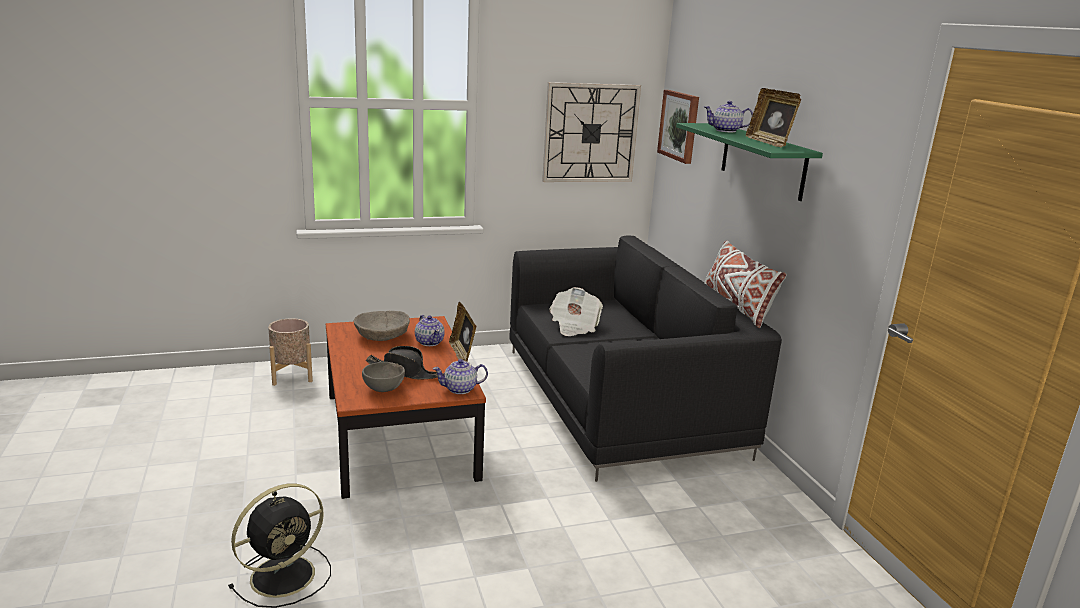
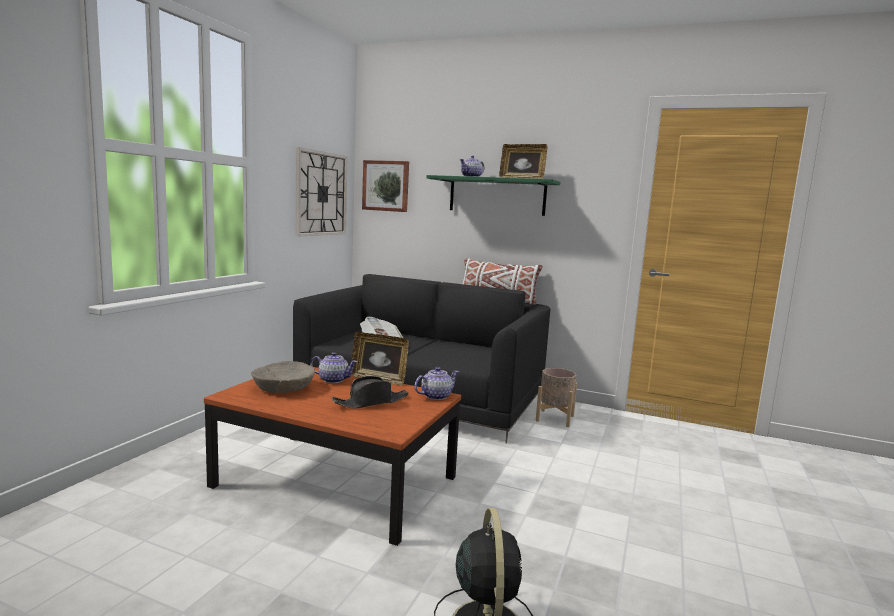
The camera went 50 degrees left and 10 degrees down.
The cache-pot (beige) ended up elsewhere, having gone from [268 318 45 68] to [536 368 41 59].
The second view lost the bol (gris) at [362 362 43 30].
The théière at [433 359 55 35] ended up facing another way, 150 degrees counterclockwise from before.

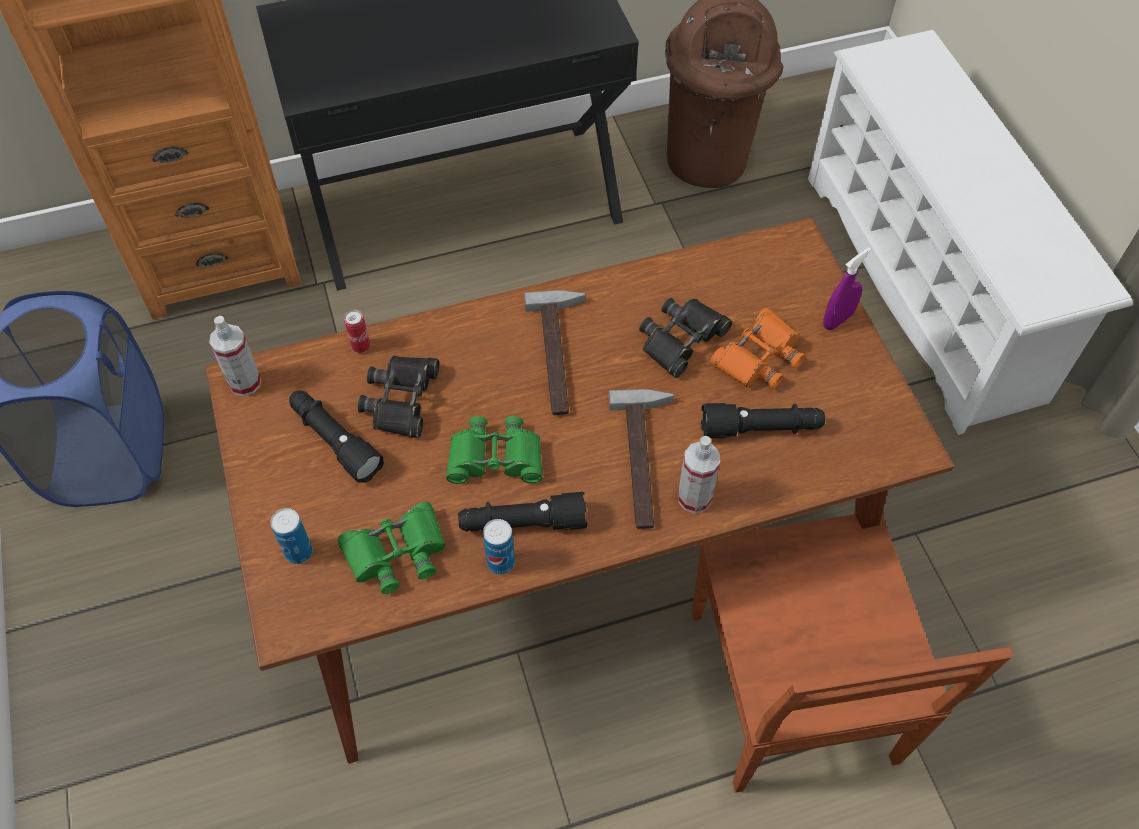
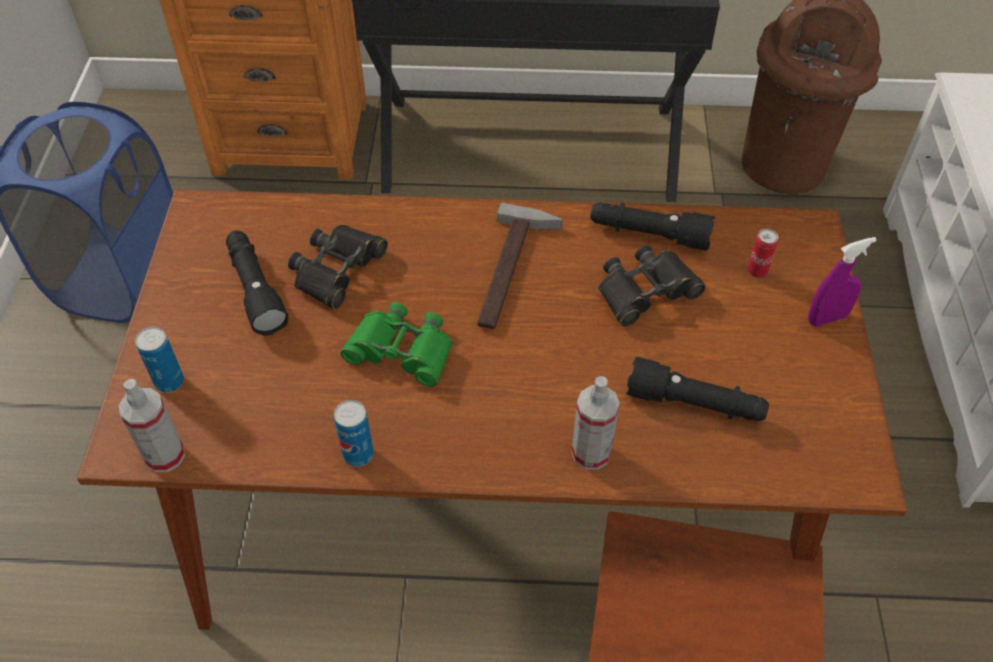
The camera went 20 degrees right and 5 degrees down.
The vaporisateur ended up elsewhere, having gone from [209 316 52 81] to [119 379 66 93].
The second view lost the jumelles (vert) at [337 502 109 92].
The boîte métallique ended up elsewhere, having gone from [344 310 26 43] to [747 229 32 49].
The lampe de poche (noir) ended up elsewhere, having gone from [458 492 129 39] to [590 202 125 49].
The second view lost the marteau at [609 389 65 140].
The second view lost the jumelles (orange) at [710 308 95 81].

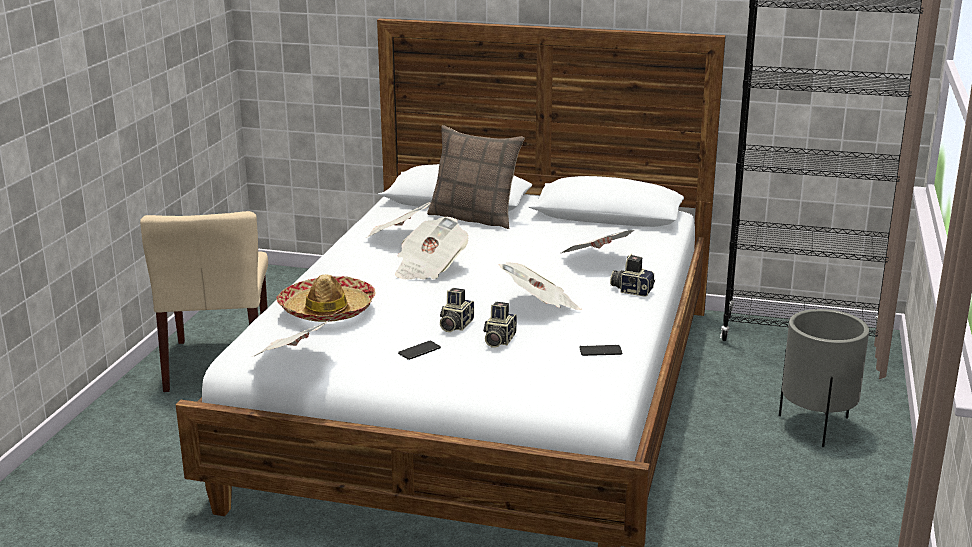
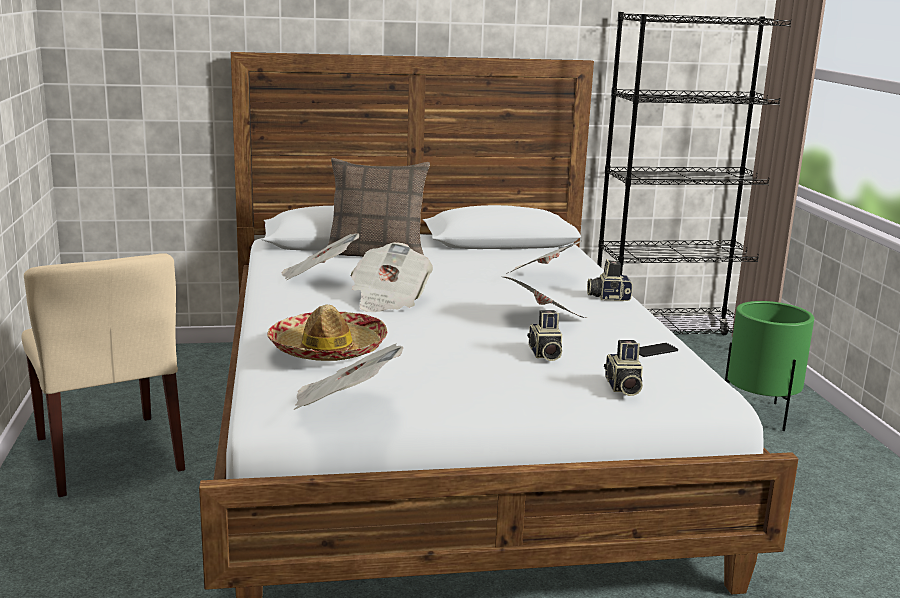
The camera went 25 degrees left and 5 degrees down.
The second view lost the téléphone at [398 341 43 19].
The appareil photo ended up elsewhere, having gone from [440 288 34 44] to [604 340 39 56].
What was the cache-pot (gris) at [779 309 90 138] turned into the cache-pot (vert) at [725 301 89 130].

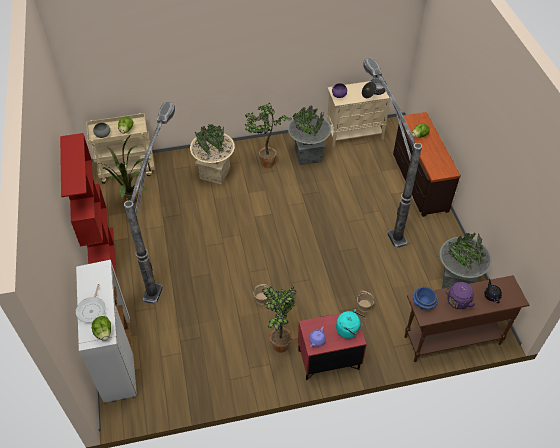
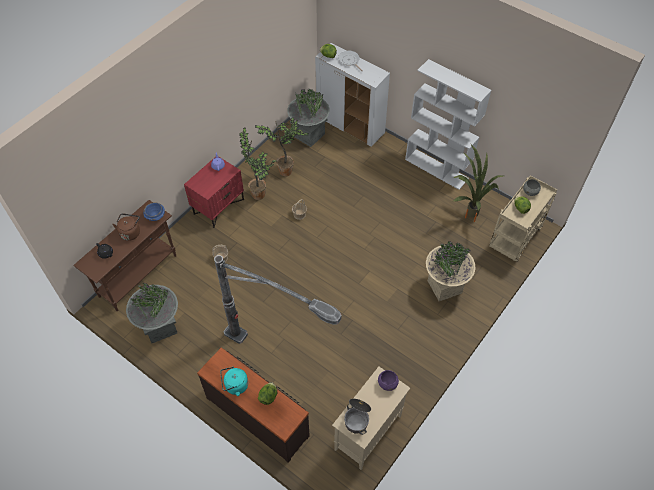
The camera went 140 degrees right and 5 degrees up.
What was the bibliothèque (rouge) at [60 133 57 144] turned into the bibliothèque (blanc) at [405 59 86 131].
The second view lost the lampadaire at [124 102 51 202].
The plante en pot ended up elsewhere, having gone from [245 103 47 65] to [255 118 55 59].
The cache-pot (gris) ended up elsewhere, having gone from [288 106 43 59] to [287 89 43 58].
The bouilloire (turquoise) ended up elsewhere, having gone from [336 309 29 30] to [220 367 28 29].
What was the bouilloire (violet) at [445 282 31 27] turned into the bouilloire (marron) at [112 213 28 28].

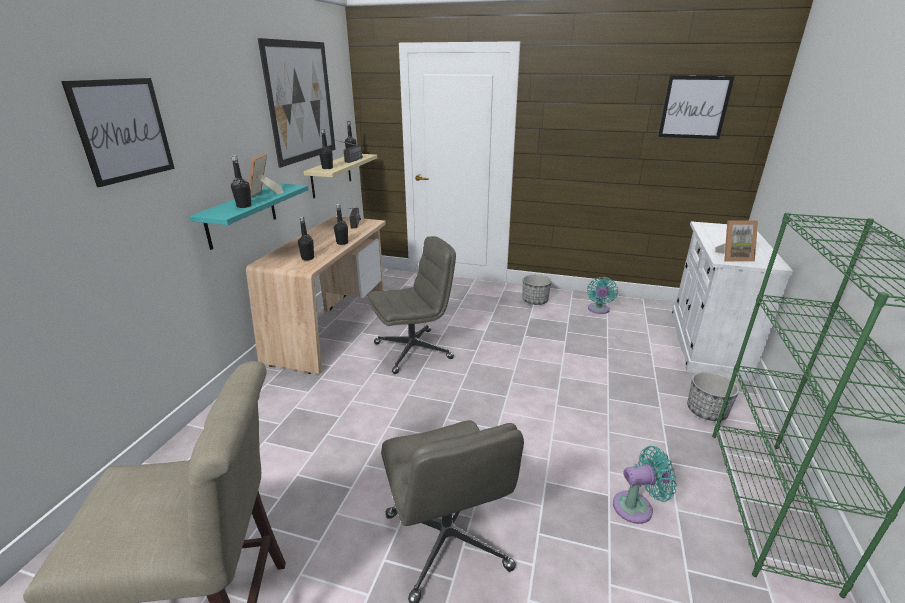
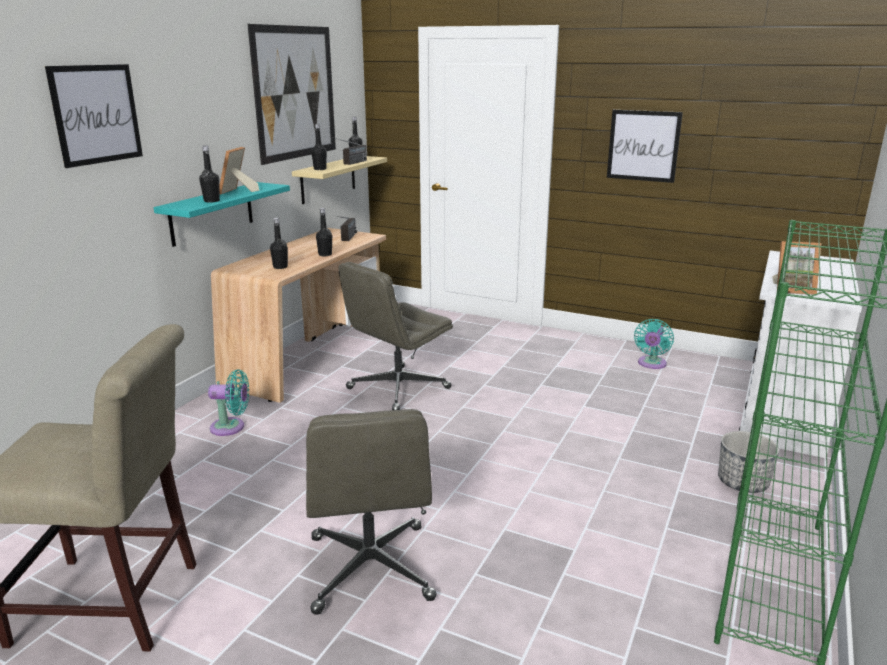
The camera went 10 degrees right and 5 degrees down.
The chaise de bureau (gris) at [368 236 88 138] ended up facing another way, 150 degrees clockwise from before.
The second view lost the cache-pot at [522 274 30 31].
The ventilateur (turquoise) ended up elsewhere, having gone from [613 446 64 78] to [208 369 41 67].
The tableau ended up elsewhere, having gone from [658 76 77 63] to [607 110 76 73].

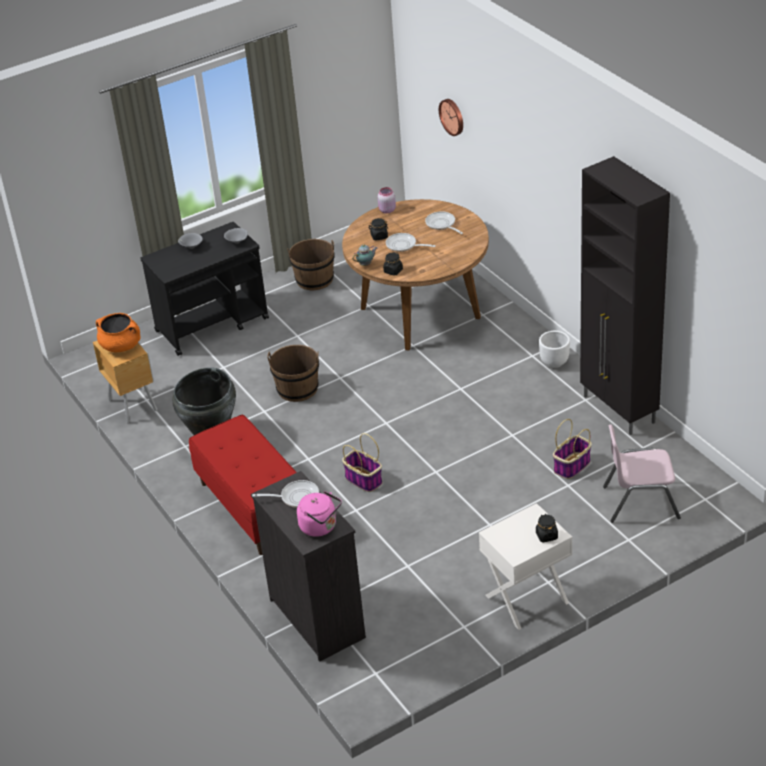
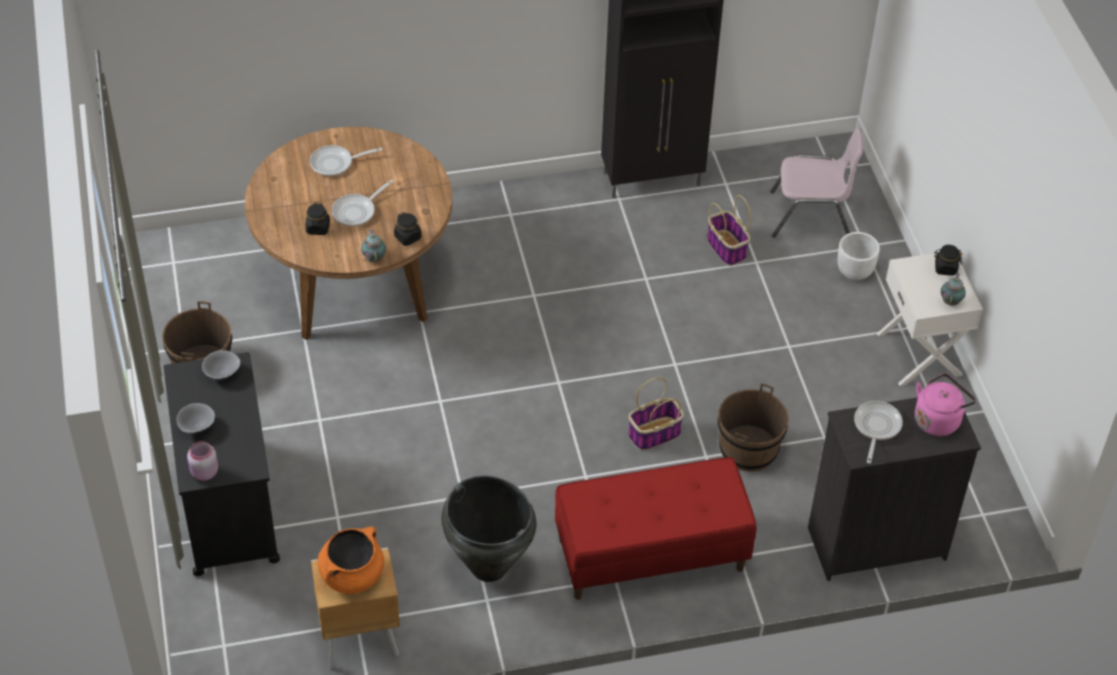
The camera went 75 degrees left and 10 degrees up.
The seau (marron) ended up elsewhere, having gone from [267 345 52 57] to [718 383 71 88].
The bocal (rose) ended up elsewhere, having gone from [378 187 18 26] to [187 441 31 40].
The second view lost the horloge murale at [439 99 24 37].
The cache-pot (blanc) ended up elsewhere, having gone from [539 331 31 37] to [837 232 43 49].
The chaise (rose) at [603 424 78 99] ended up facing another way, 105 degrees counterclockwise from before.
The second view gained the théière at [941 273 25 33].

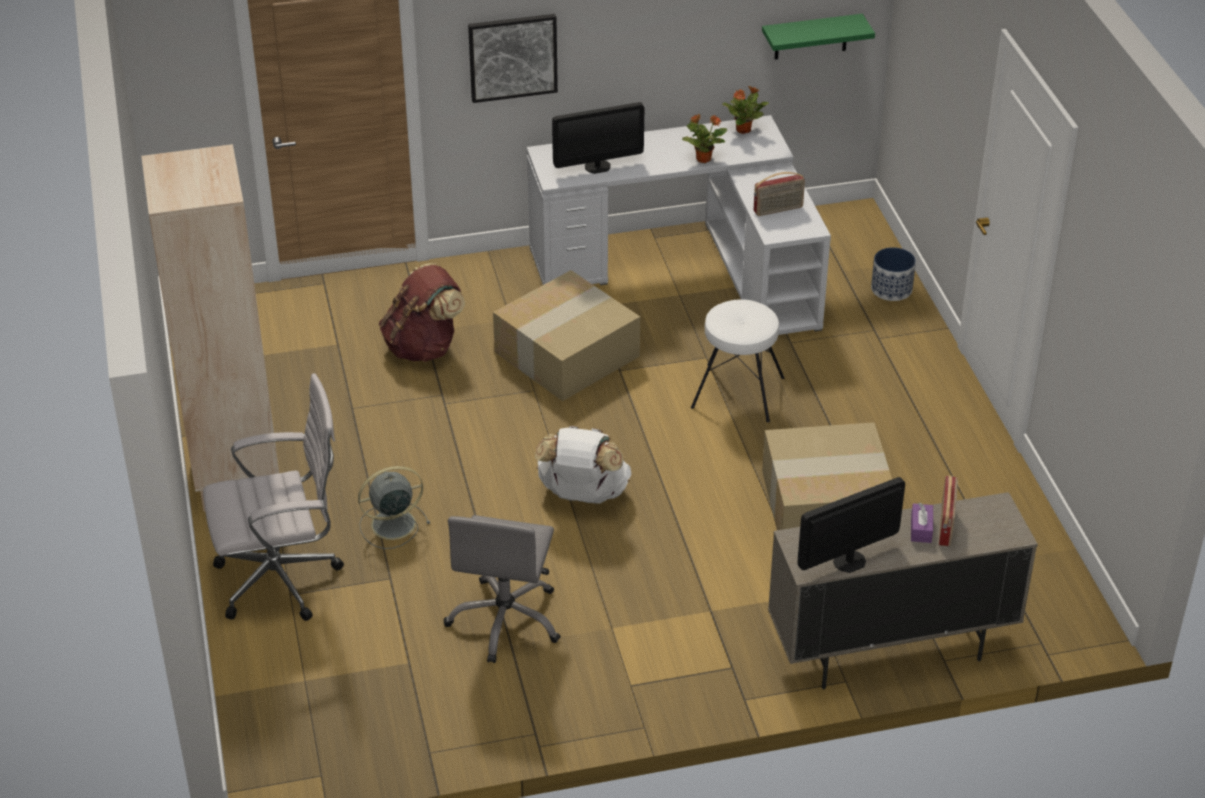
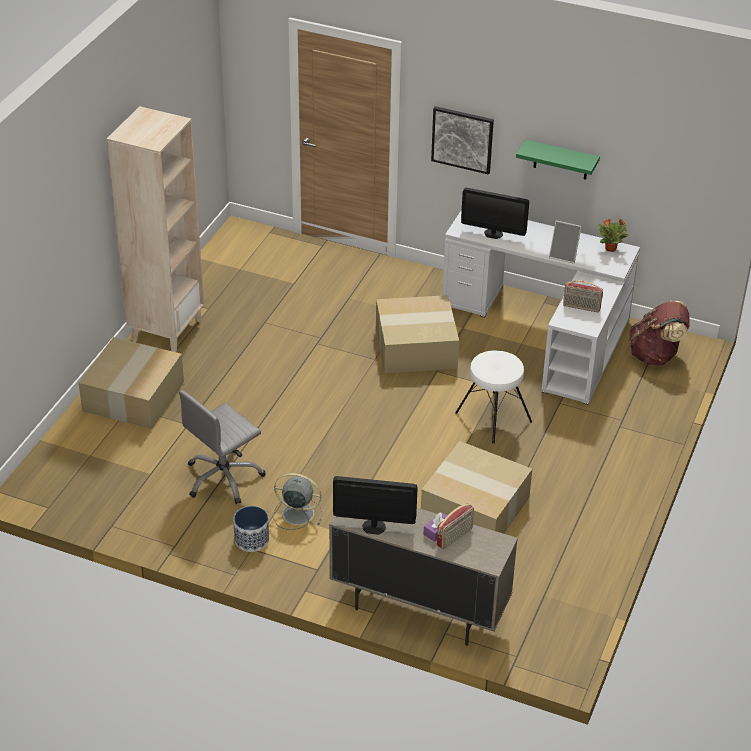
The camera went 35 degrees right and 0 degrees up.
Where the chaise de bureau (blanc) stood at [203 373 141 248], the carton came to stand at [79 337 105 92].
The ventilateur (gris) ended up elsewhere, having gone from [358 466 72 83] to [273 473 49 57].
The sac à dos (marron) ended up elsewhere, having gone from [379 263 86 99] to [629 300 61 65].
The second view lost the sac à dos (blanc) at [535 426 96 78].
Where the plante en pot stood at [682 114 45 49], the cadre photo came to stand at [549 220 33 44].
The étagère (vert) ended up elsewhere, having gone from [762 14 113 46] to [516 140 84 40].
The cache-pot ended up elsewhere, having gone from [871 247 45 54] to [233 506 36 46].

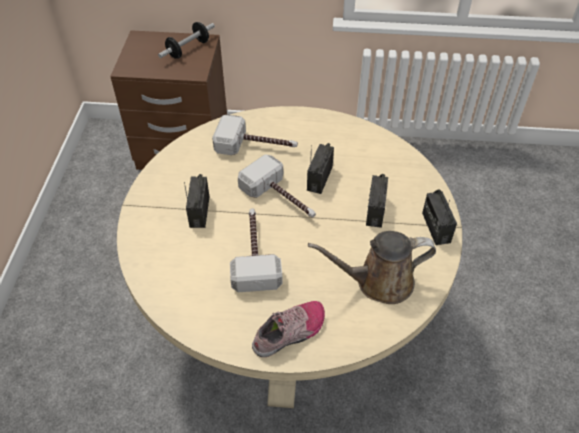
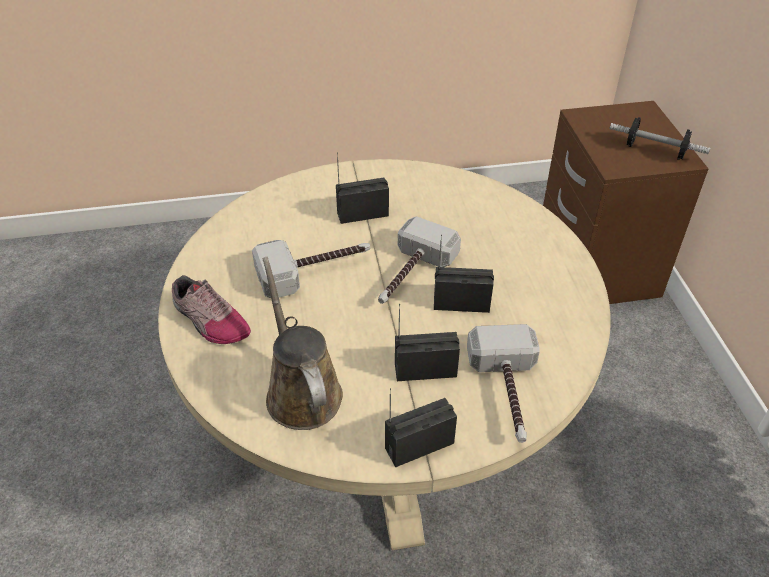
The camera went 75 degrees right and 5 degrees down.
The marteau ended up elsewhere, having gone from [212 115 86 40] to [467 324 73 119].

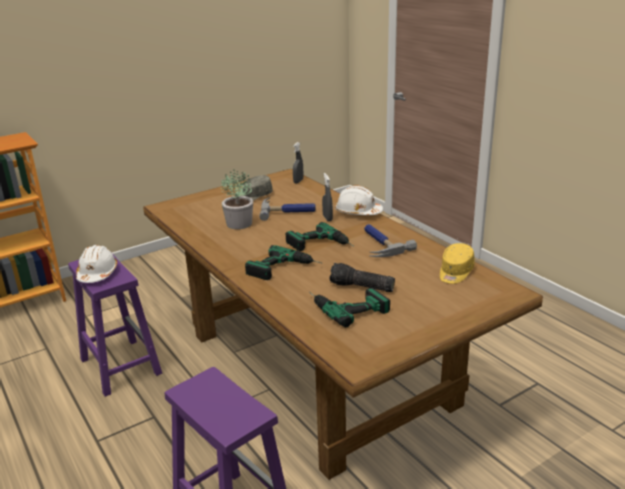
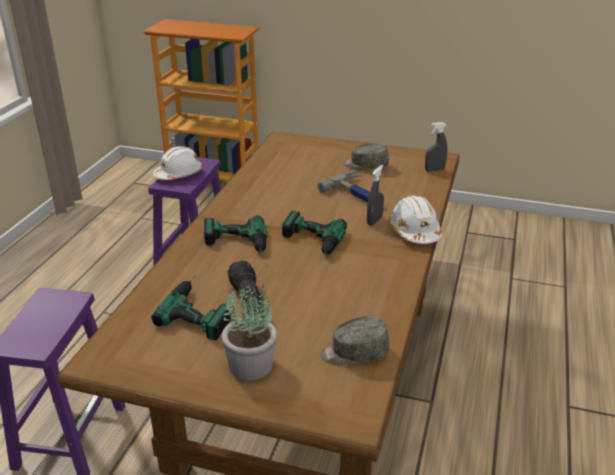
The camera went 50 degrees right and 5 degrees up.
The plante en pot ended up elsewhere, having gone from [221 170 32 59] to [222 281 55 99].
The second view lost the marteau at [364 224 53 33].
What was the casquette (jaune) at [440 243 35 41] turned into the casquette (gris) at [320 316 69 49].

